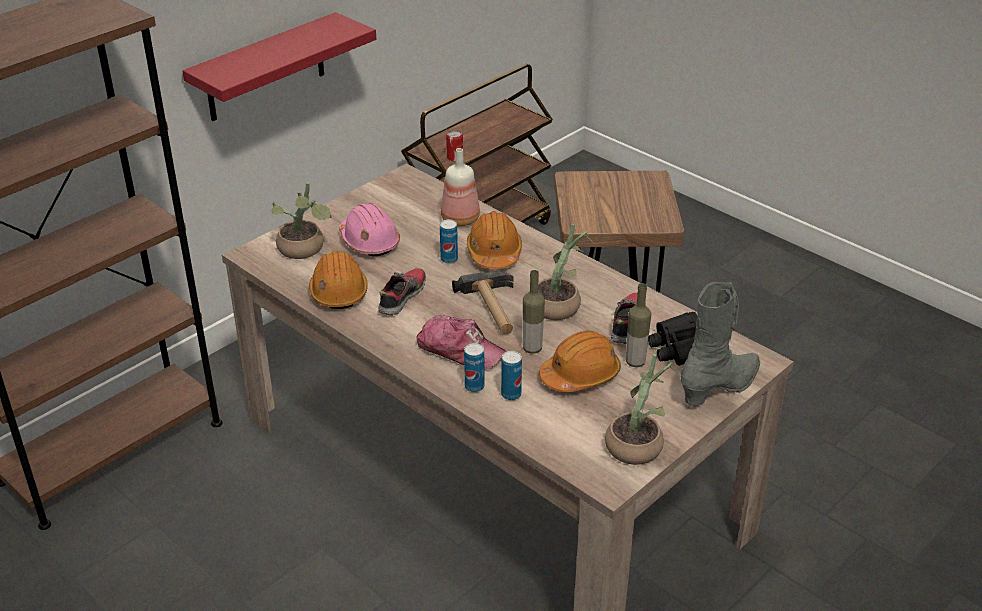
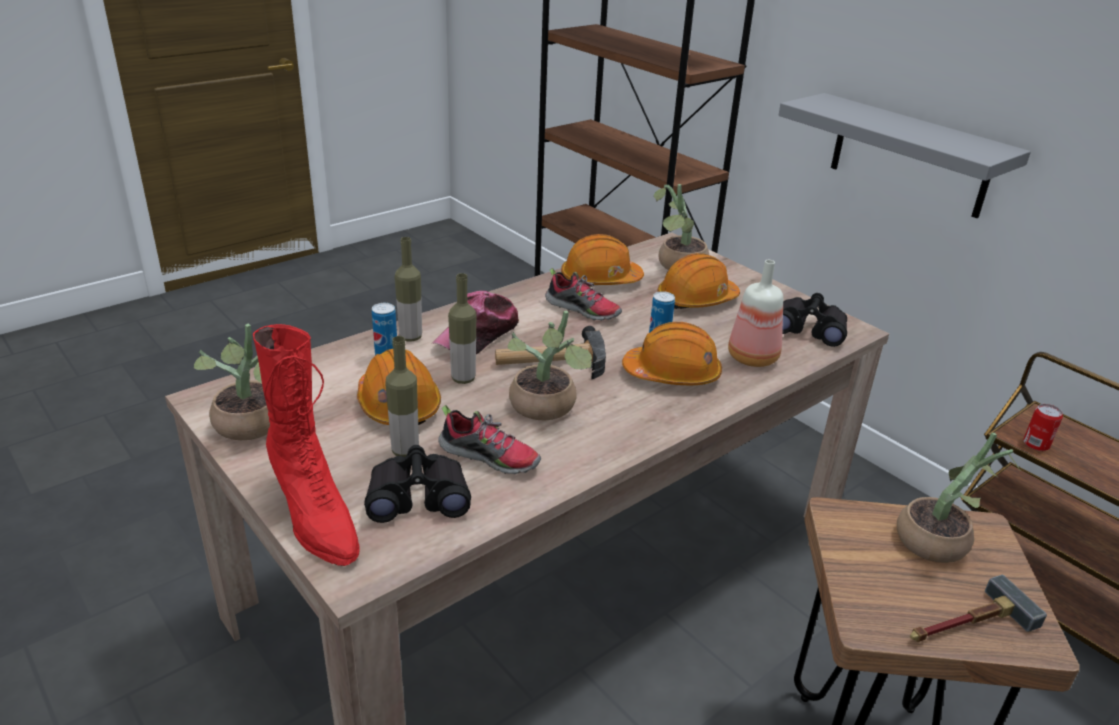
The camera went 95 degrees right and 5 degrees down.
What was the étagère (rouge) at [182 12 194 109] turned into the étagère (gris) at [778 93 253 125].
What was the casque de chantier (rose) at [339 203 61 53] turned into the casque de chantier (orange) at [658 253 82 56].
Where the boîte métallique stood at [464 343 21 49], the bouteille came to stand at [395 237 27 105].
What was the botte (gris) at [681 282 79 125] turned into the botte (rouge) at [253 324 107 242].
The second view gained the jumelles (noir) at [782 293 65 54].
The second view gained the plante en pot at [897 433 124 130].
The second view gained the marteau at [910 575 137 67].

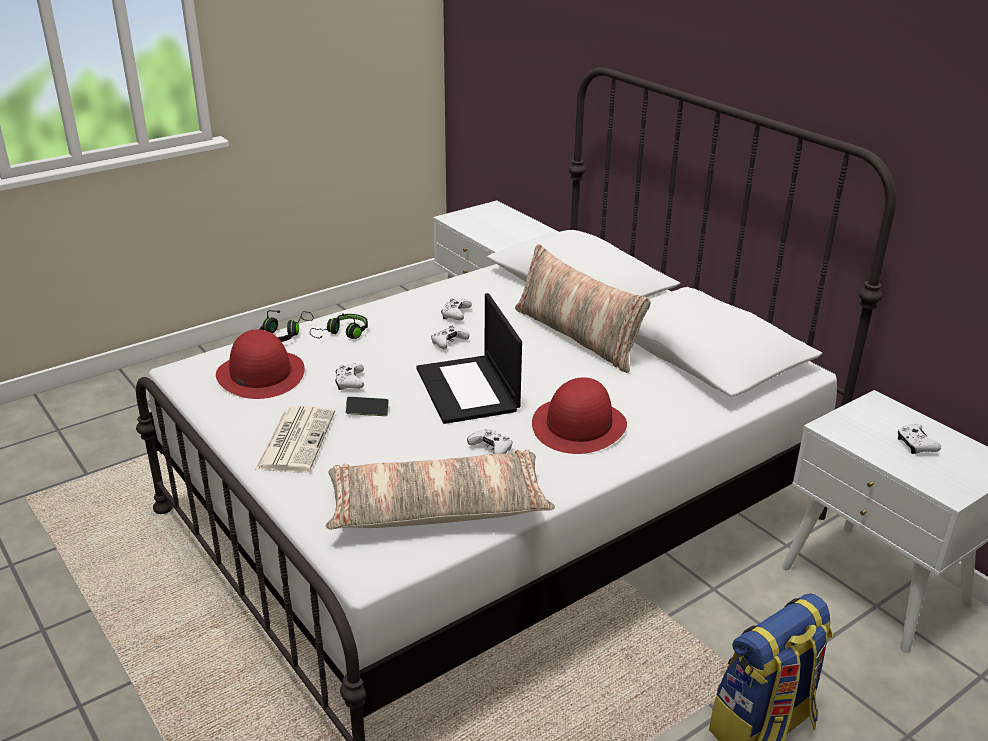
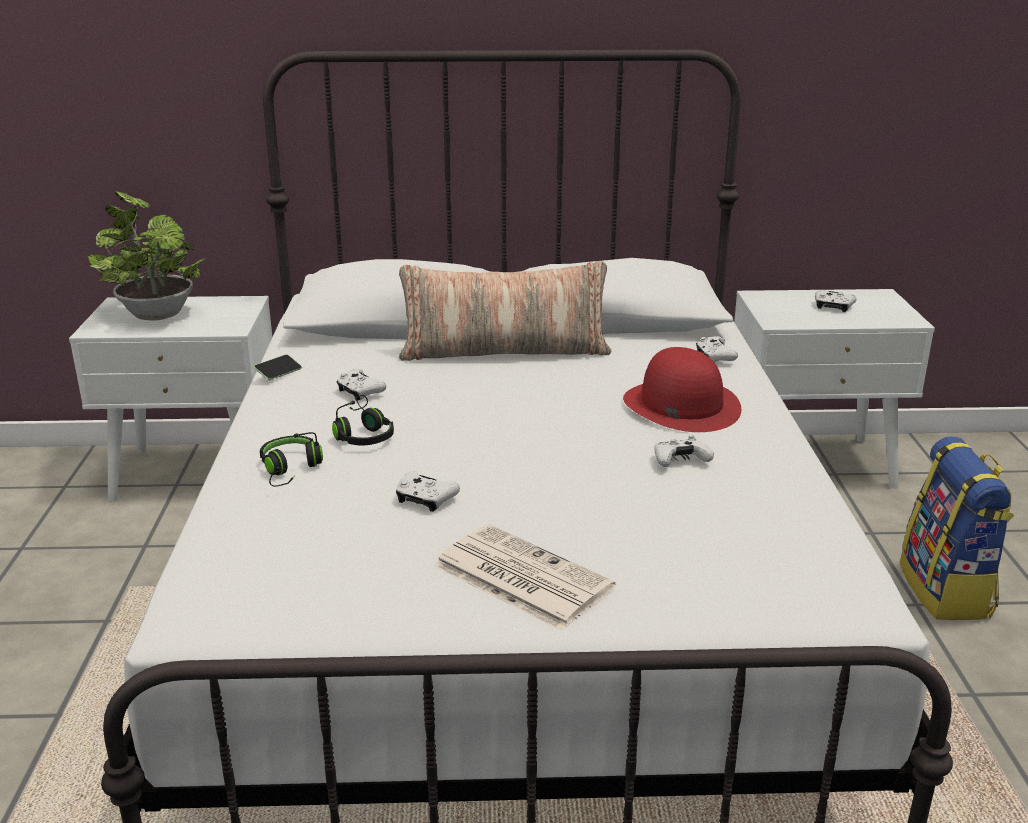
The camera went 55 degrees left and 5 degrees down.
The second view lost the chapeau (rouge) at [216 330 89 69].
The casque audio (noir) ended up elsewhere, having gone from [258 310 55 32] to [332 395 62 50].
The second view lost the coussin at [326 449 229 81].
The téléphone ended up elsewhere, having gone from [345 396 44 20] to [253 354 49 26].
The second view lost the ordinateur portable at [416 293 106 131].
The manette (blanc) ended up elsewhere, having gone from [431 325 38 24] to [696 336 42 26].
The second view gained the plante en pot at [88 191 117 129].

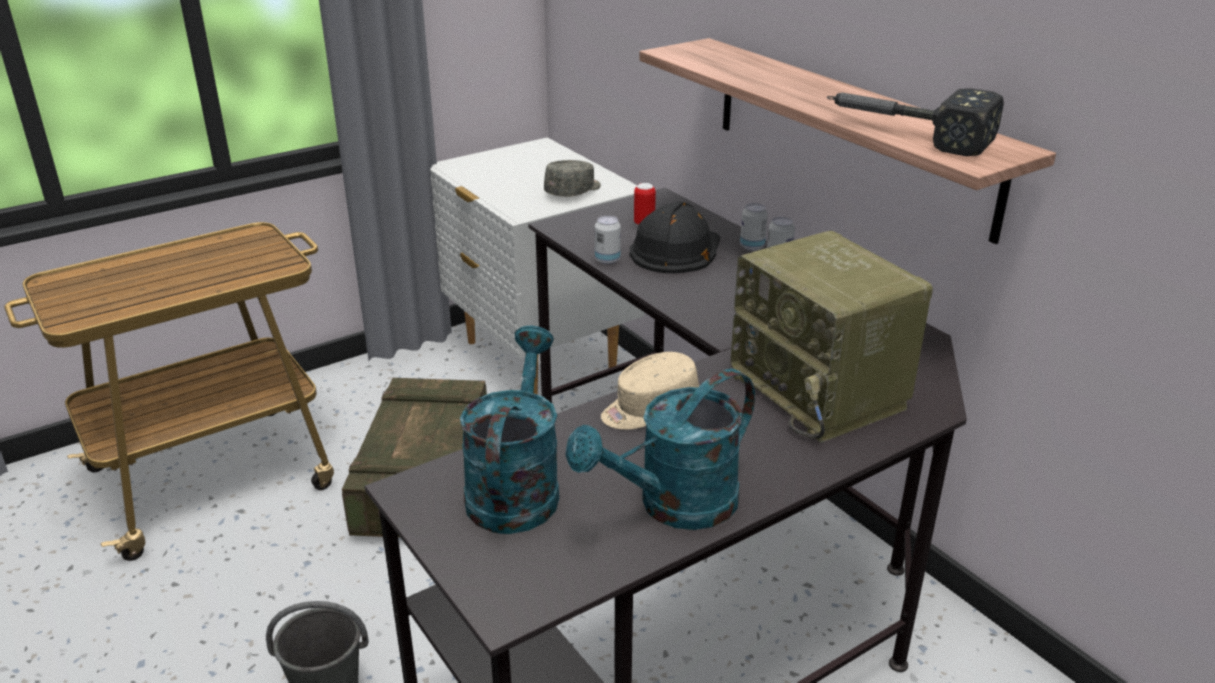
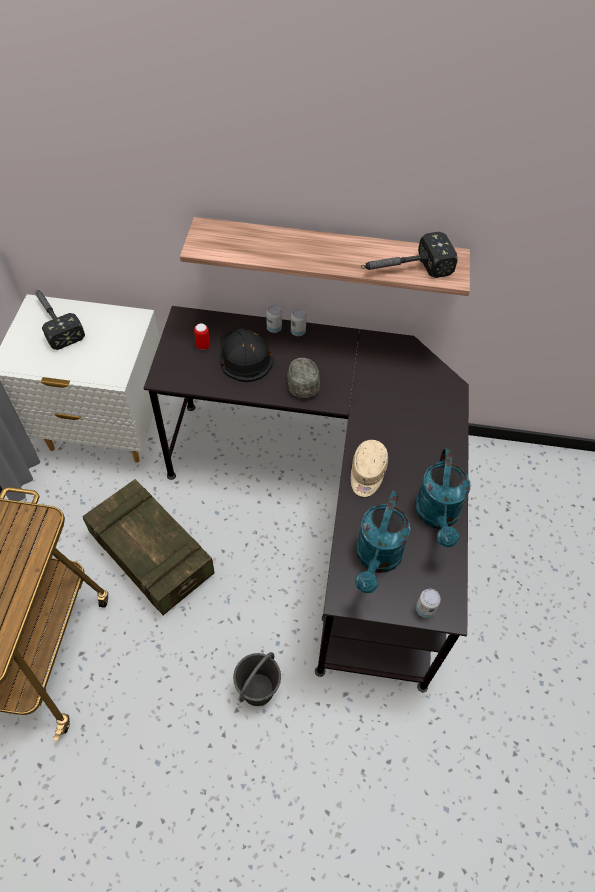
The camera went 50 degrees left and 25 degrees up.
The arrosoir (turquoise) at [460 326 99 208] ended up facing another way, 120 degrees counterclockwise from before.
The casquette (gris) ended up elsewhere, having gone from [544 160 57 37] to [287 358 33 40].
The boîte métallique ended up elsewhere, having gone from [595 216 26 48] to [416 589 25 29].
The second view lost the radio at [730 231 203 212].
The second view gained the marteau at [35 290 50 60].

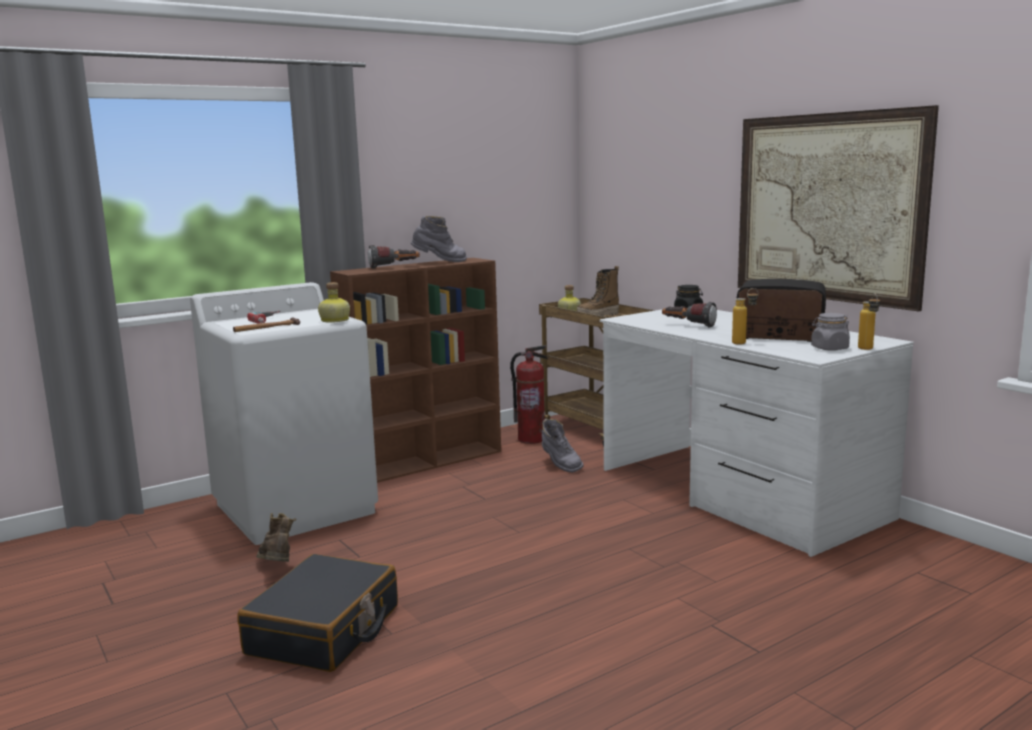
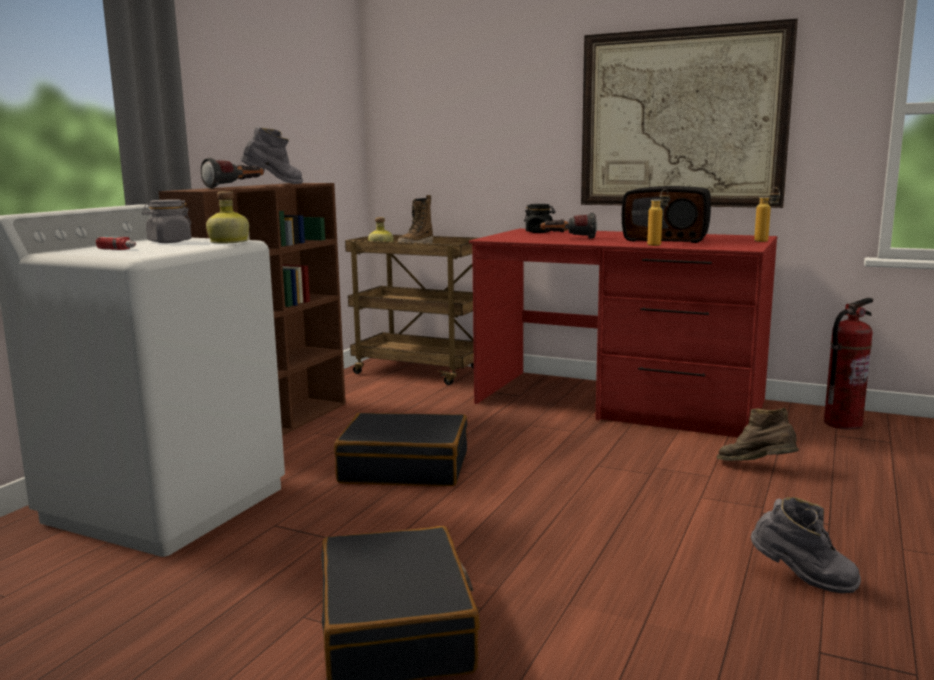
The camera went 30 degrees left and 0 degrees up.
The second view lost the marteau at [233 317 67 15].
The botte (marron) ended up elsewhere, having gone from [256 513 40 49] to [717 408 82 53].
The extincteur ended up elsewhere, having gone from [510 345 38 99] to [824 298 49 132].
The botte (gris) ended up elsewhere, having gone from [542 419 42 53] to [751 497 110 96].
What was the bureau (blanc) at [600 310 314 247] turned into the bureau (rouge) at [469 229 308 209].
The radio at [737 279 89 63] ended up facing another way, 150 degrees counterclockwise from before.
The bocal (gris) ended up elsewhere, having gone from [811 313 39 38] to [142 199 49 44].
The second view gained the valise (noir) at [334 413 133 73].

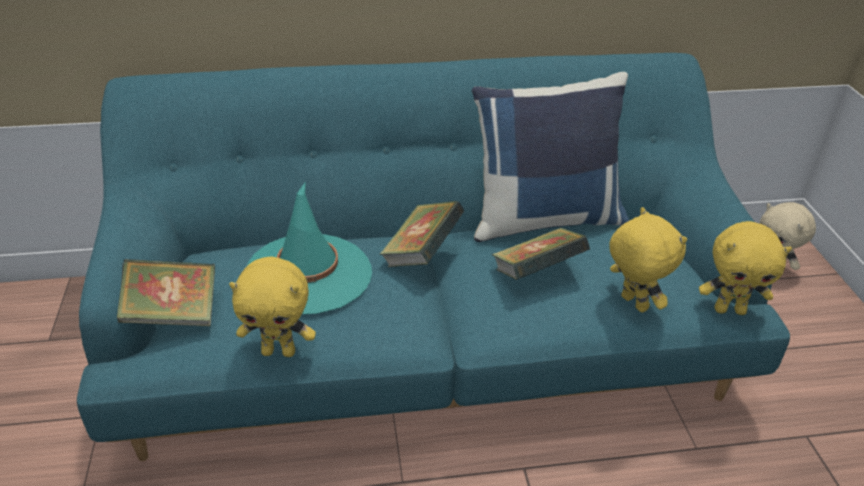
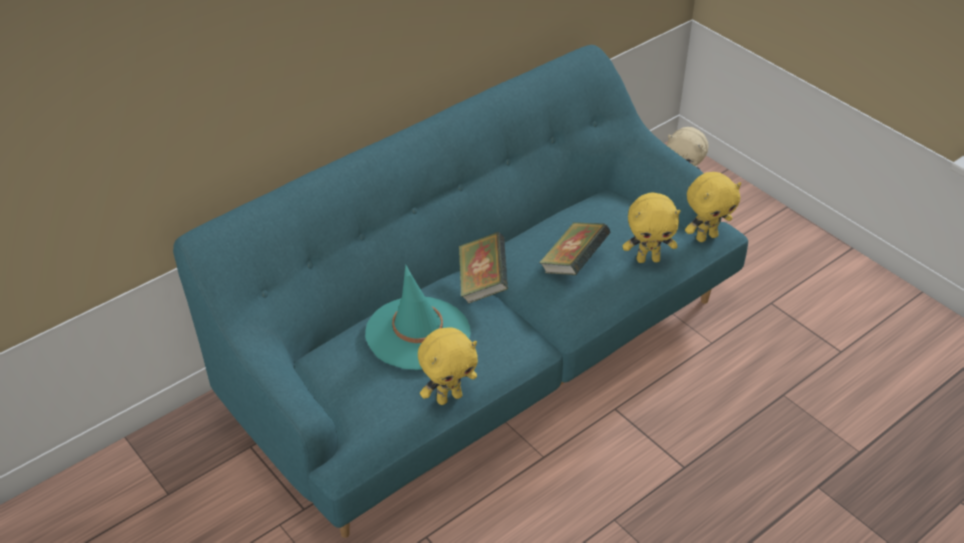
The camera went 30 degrees left and 5 degrees up.
The second view lost the livre at [117 259 98 67].
The second view lost the coussin (bleu) at [472 72 157 170].
The peluche (jaune) at [609 207 78 106] ended up facing another way, 150 degrees clockwise from before.

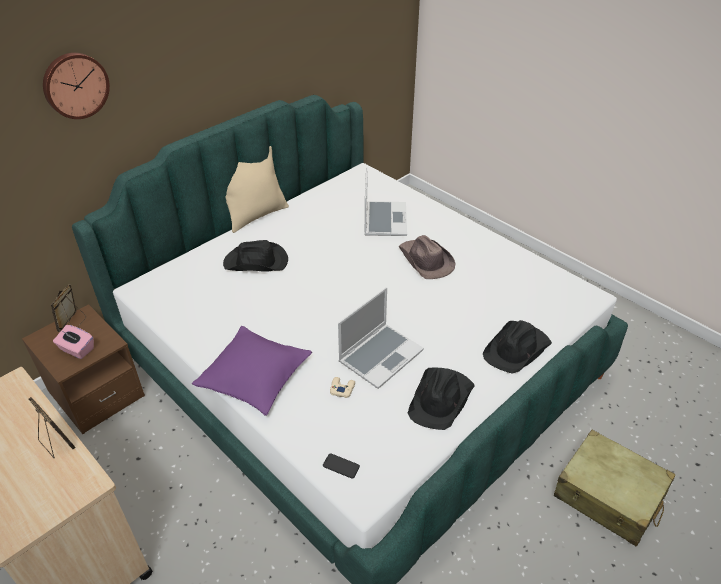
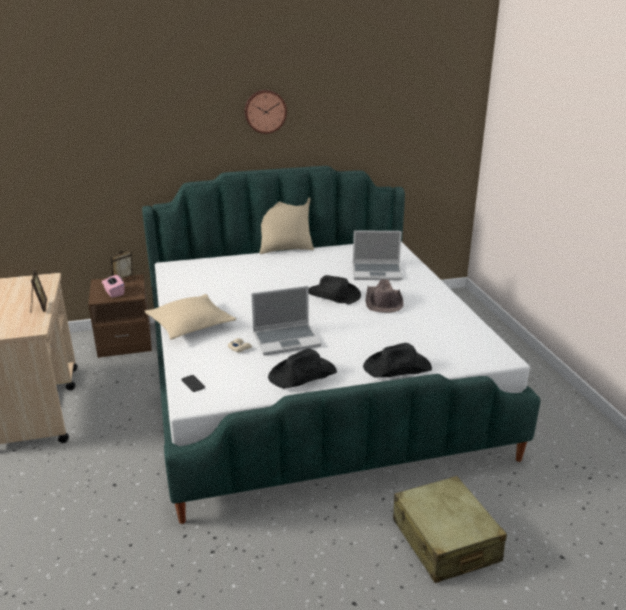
The camera went 30 degrees right and 15 degrees down.
The horloge murale ended up elsewhere, having gone from [43 53 67 66] to [245 90 42 44].
What was the coussin (violet) at [192 326 120 90] turned into the coussin (beige) at [145 294 91 46].
The chapeau (noir) ended up elsewhere, having gone from [223 240 65 32] to [308 275 53 30].
The ordinateur portable at [364 167 43 69] ended up facing another way, 60 degrees clockwise from before.

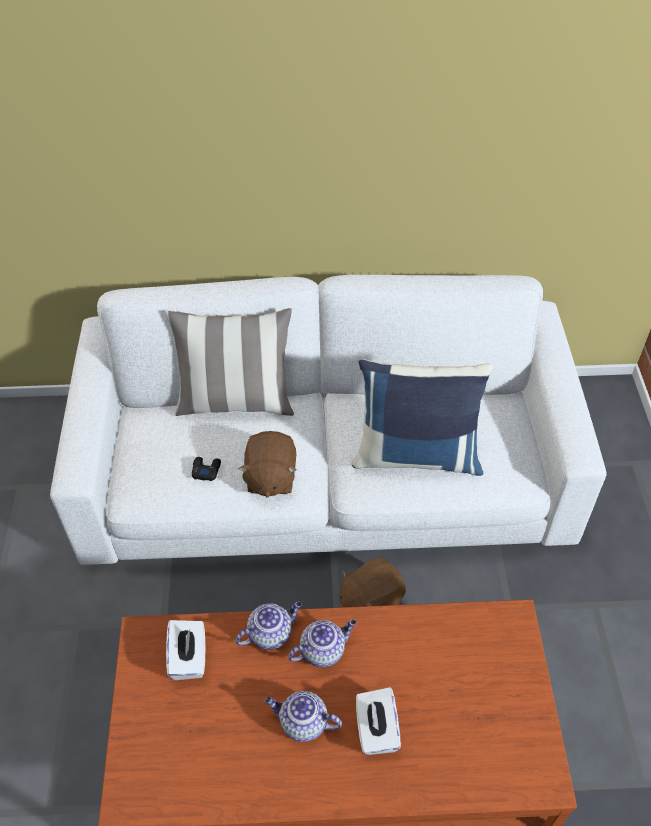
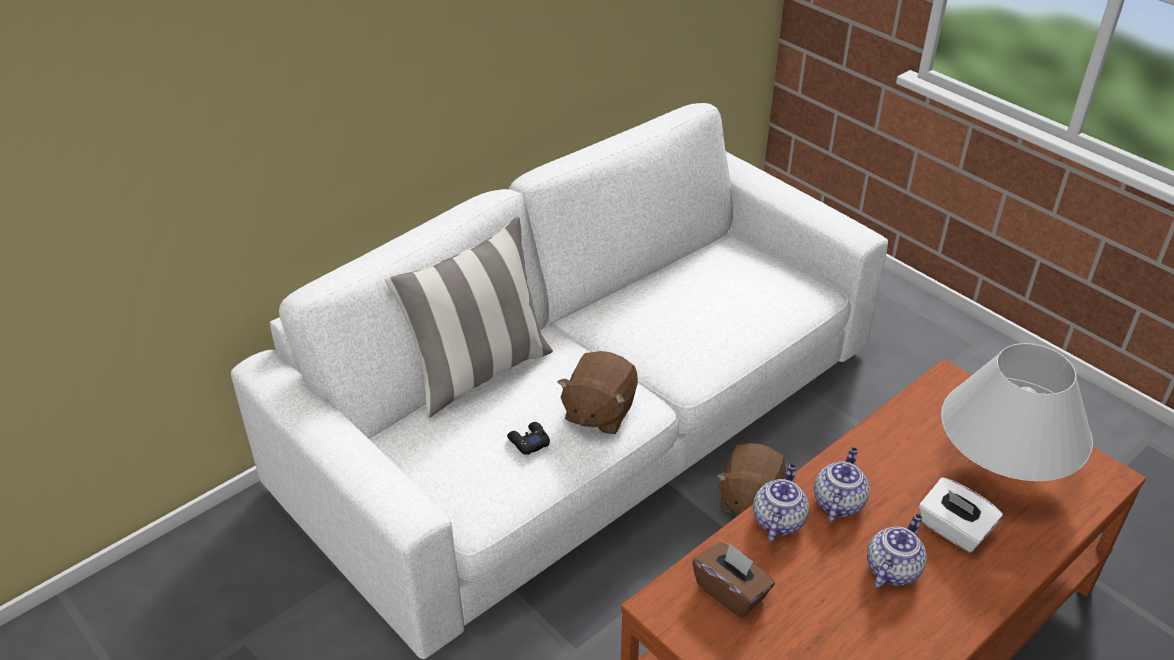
The camera went 40 degrees left and 10 degrees down.
What was the boîte à mouchoirs (blanc) at [166 620 39 60] turned into the boîte à mouchoirs (marron) at [692 542 83 76].
The peluche (marron) at [239 431 57 67] ended up facing another way, 60 degrees clockwise from before.
The théière at [265 691 77 51] ended up facing another way, 150 degrees clockwise from before.
The second view lost the coussin (bleu) at [352 359 141 117].
The second view gained the lampe de table (blanc) at [941 343 152 138].

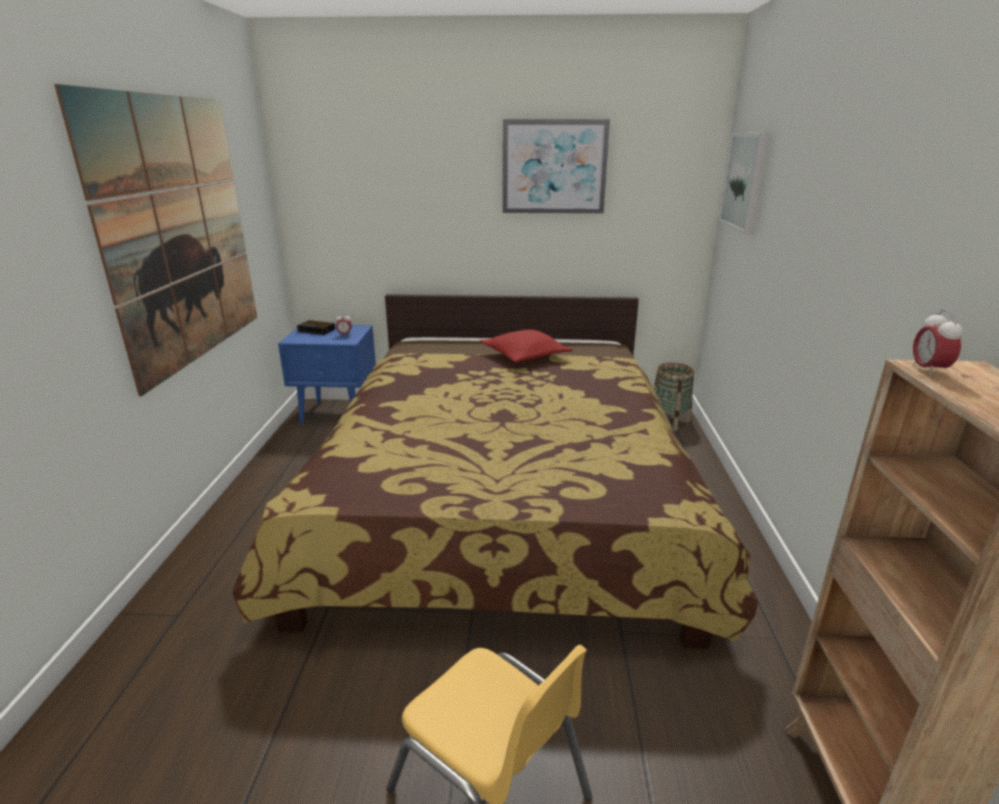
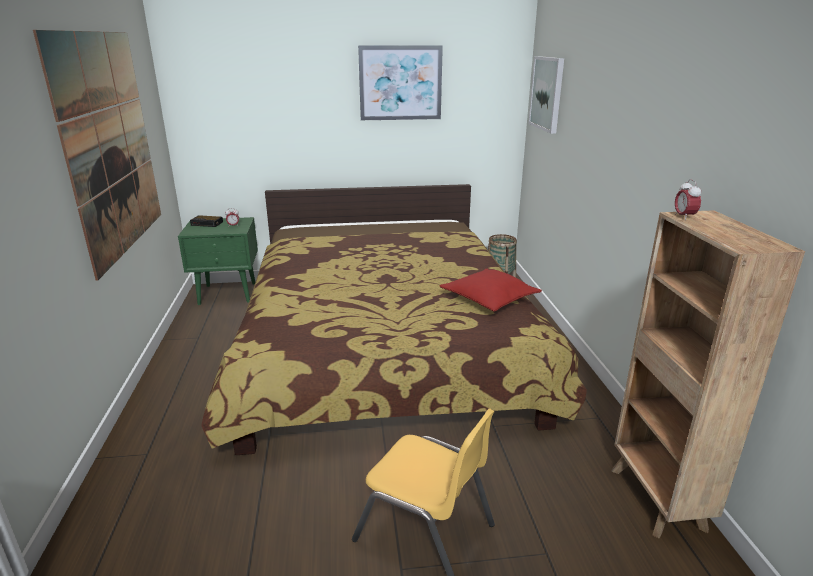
The camera went 10 degrees left and 0 degrees up.
What was the table de chevet (bleu) at [278 325 98 100] turned into the table de chevet (vert) at [178 217 80 88].
The coussin (rouge) ended up elsewhere, having gone from [480 330 93 33] to [439 269 103 42].

